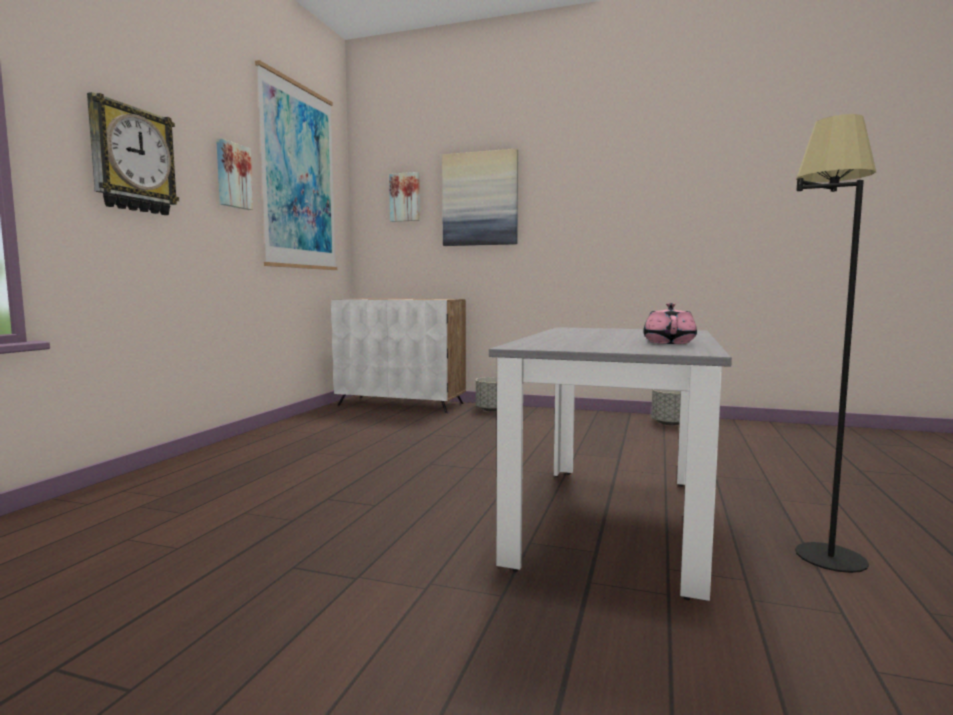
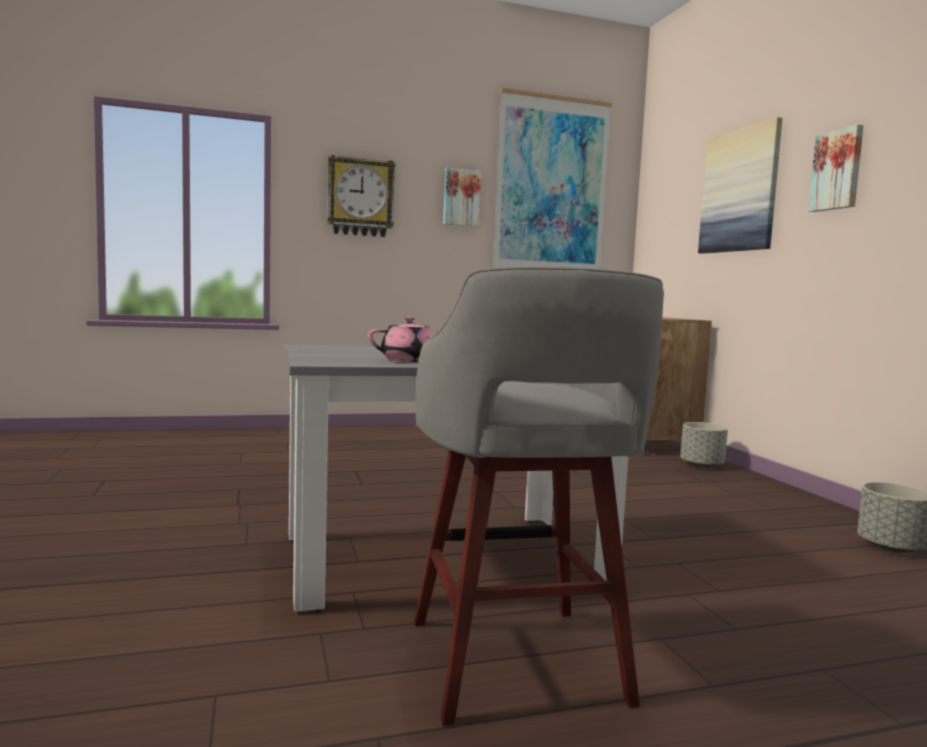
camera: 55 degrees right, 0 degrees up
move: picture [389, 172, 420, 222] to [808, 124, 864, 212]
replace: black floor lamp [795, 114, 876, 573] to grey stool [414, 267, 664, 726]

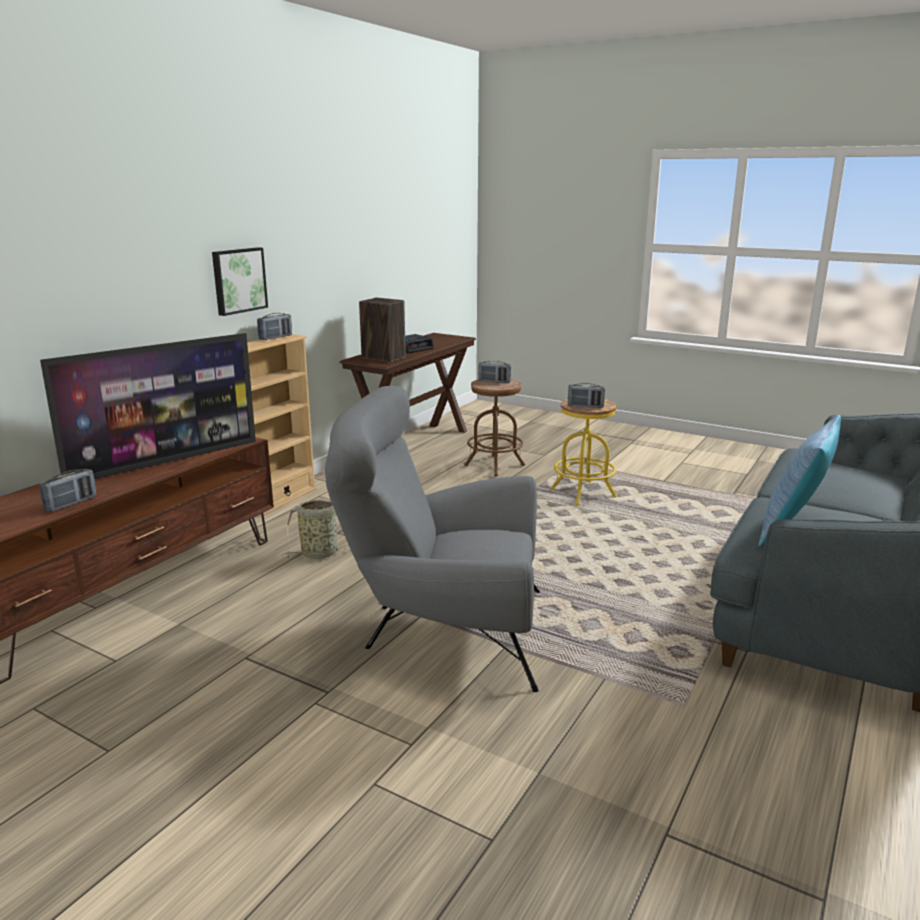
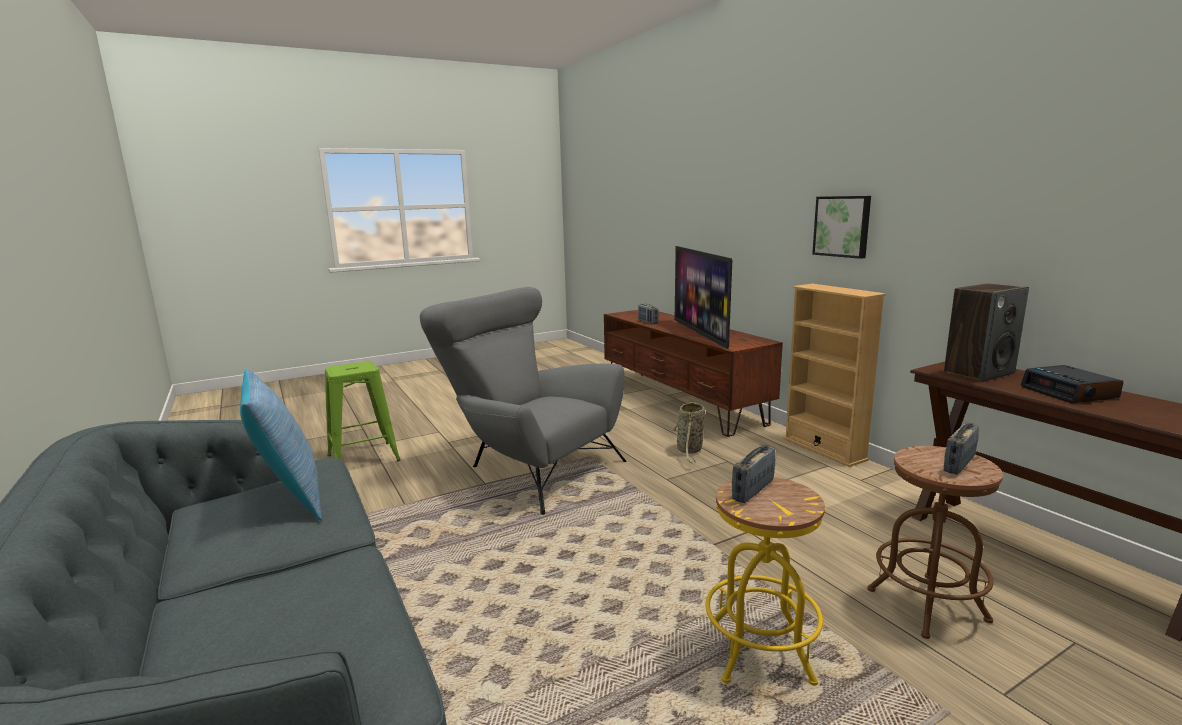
camera: 120 degrees right, 5 degrees down
delete: radio [257, 313, 292, 340]
insert: green stool [325, 361, 400, 462]
rotate: grey armchair [325, 386, 540, 692] = [420, 287, 627, 515] 90 degrees counterclockwise

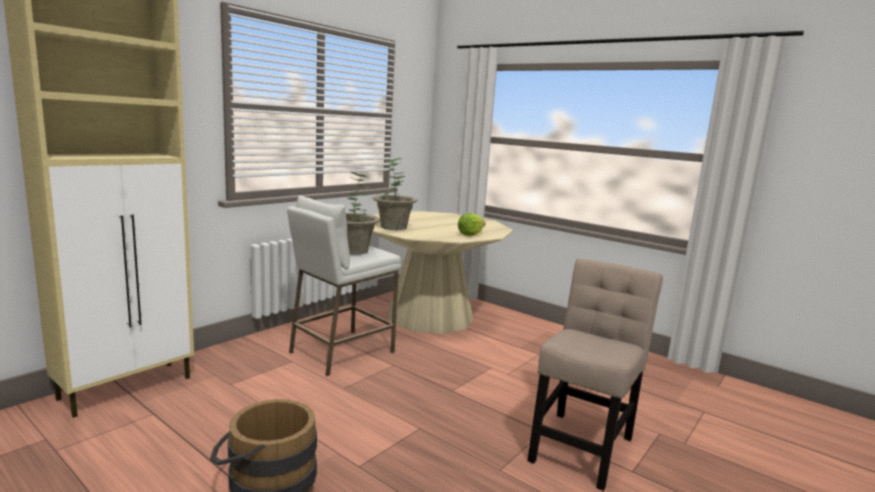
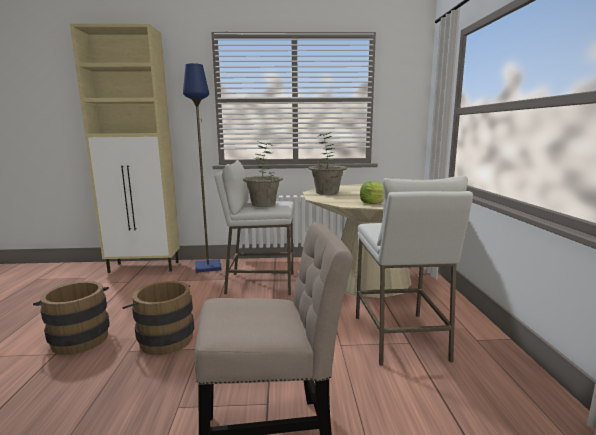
camera: 50 degrees right, 0 degrees up
insert: brown bucket [122, 281, 194, 355]; blue floor lamp [183, 63, 221, 273]; white stool [356, 176, 473, 366]

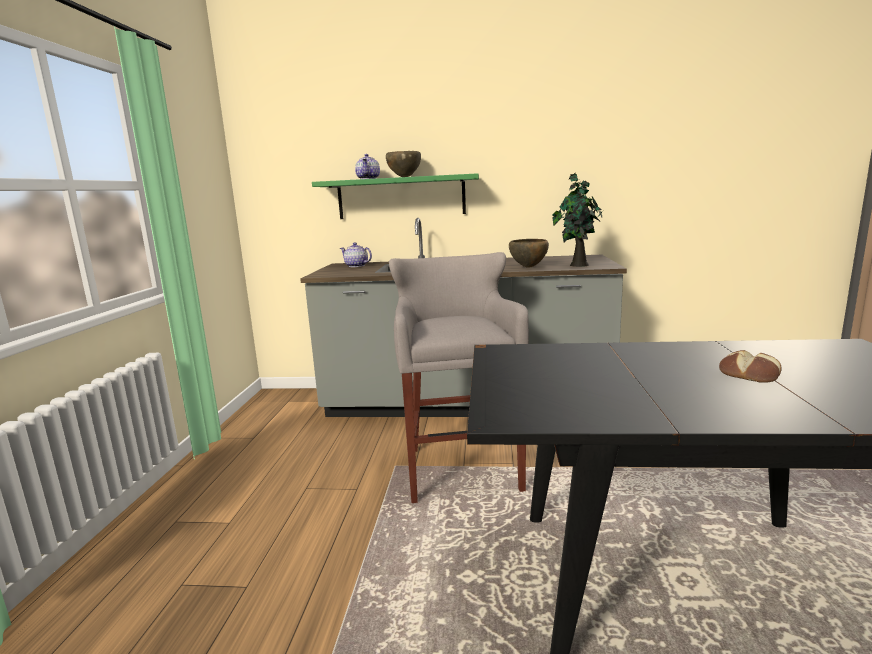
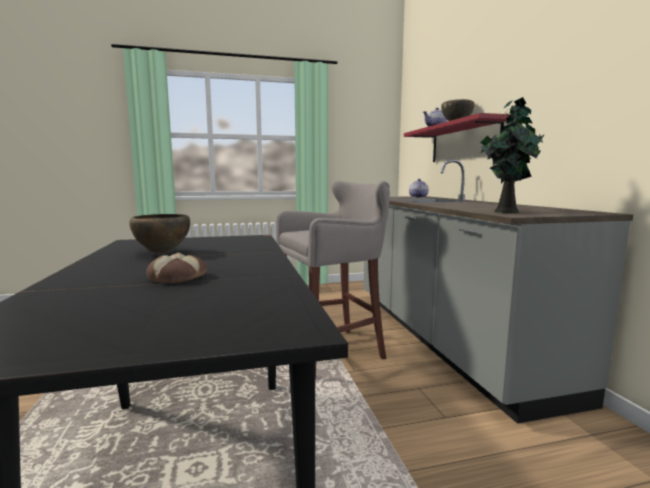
camera: 70 degrees right, 5 degrees down
move: brown bowl [509, 239, 549, 268] to [129, 214, 190, 254]
recolor: green shelf [312, 173, 479, 219] to red shelf [404, 113, 510, 162]

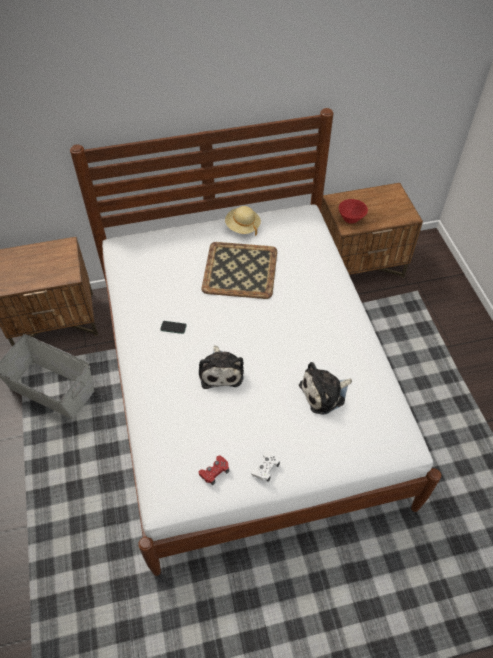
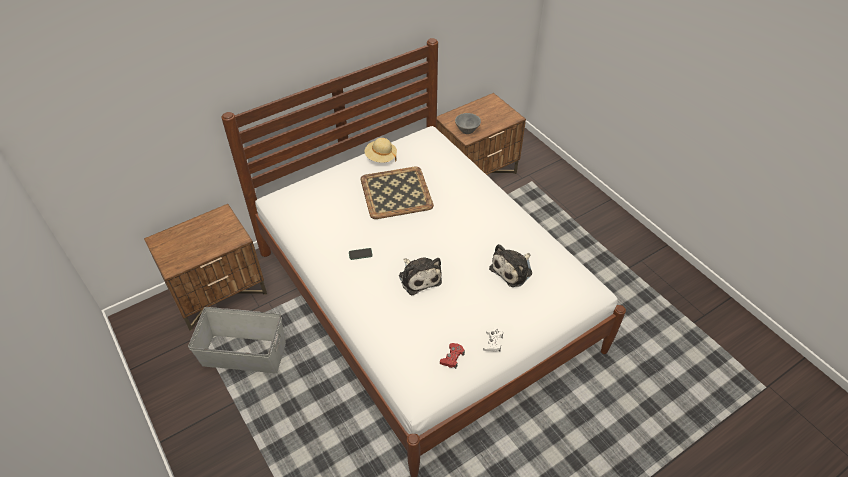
camera: 20 degrees left, 5 degrees down
recolor: red bowl [339, 199, 368, 224] to grey bowl [455, 113, 481, 134]

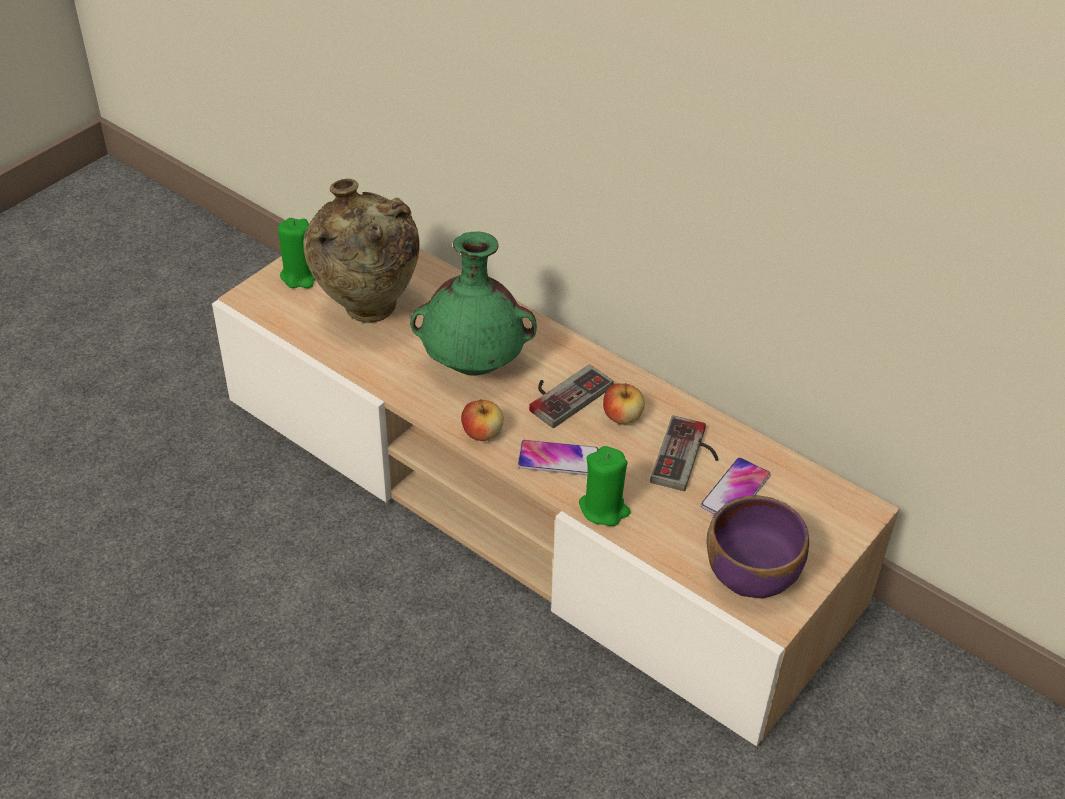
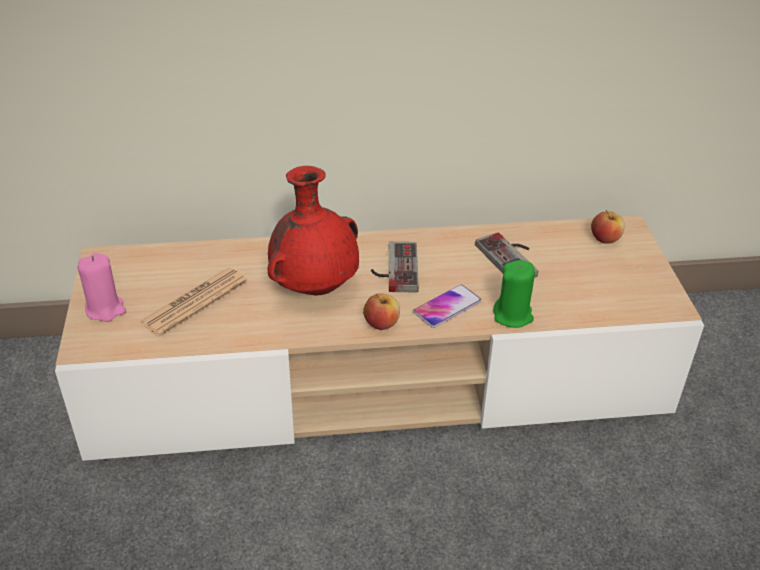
camera: 45 degrees left, 5 degrees down
delete: phone [701, 458, 770, 514]; purple bowl [706, 495, 809, 598]
move: apple [603, 383, 645, 425] to [591, 210, 625, 244]
replace: beige vase [303, 179, 420, 323] to newspaper [140, 268, 247, 336]
recolor: green candle [278, 218, 315, 288] to pink candle [78, 253, 126, 322]; green vase [410, 232, 537, 376] to red vase [267, 166, 359, 295]

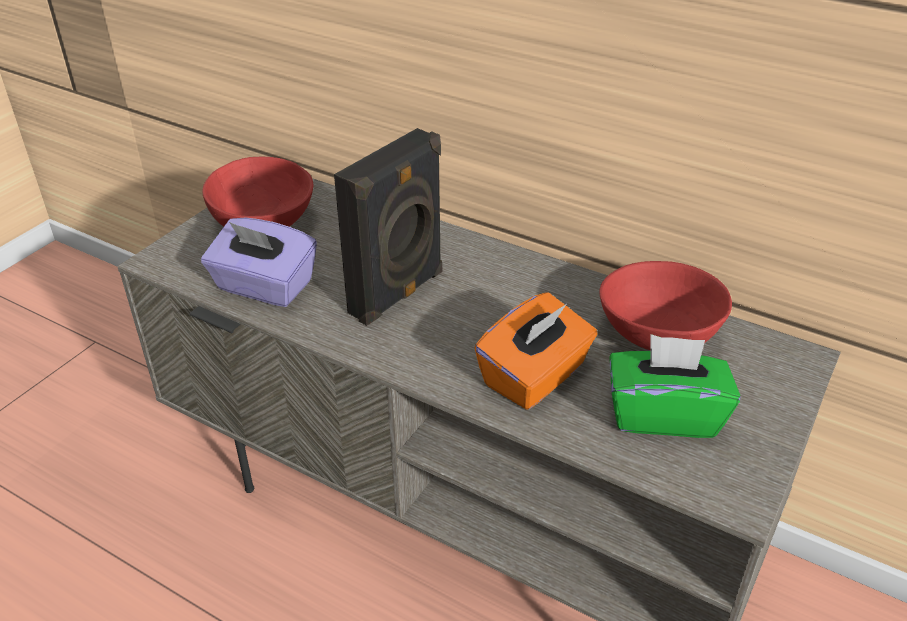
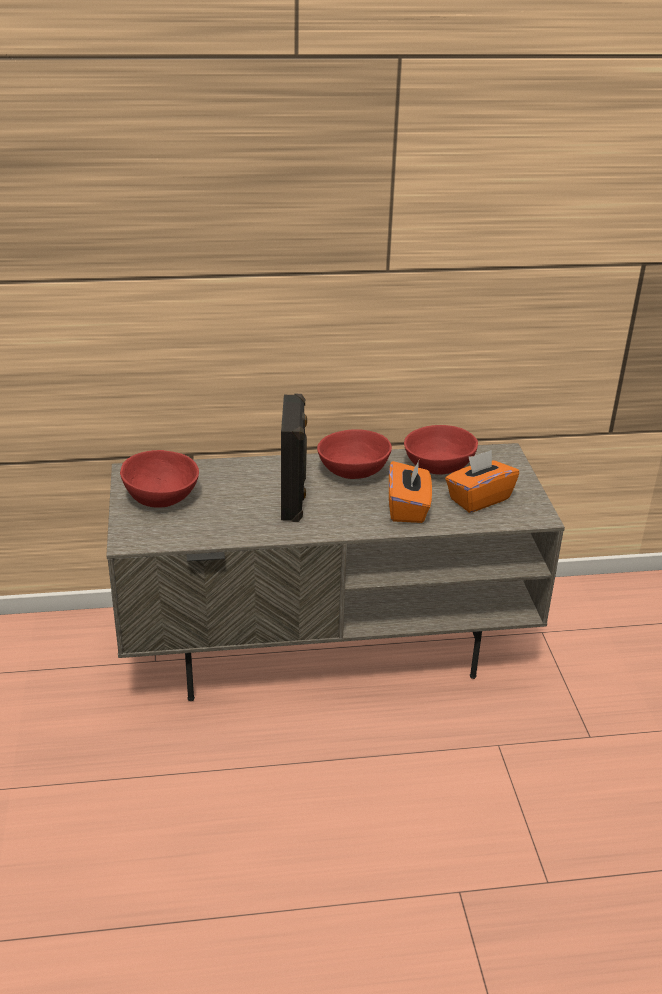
camera: 40 degrees left, 5 degrees down
delete: purple tissue box [201, 217, 317, 307]
insert: red bowl [317, 429, 392, 479]
recolor: green tissue box [609, 334, 741, 438] to orange tissue box [445, 450, 519, 513]

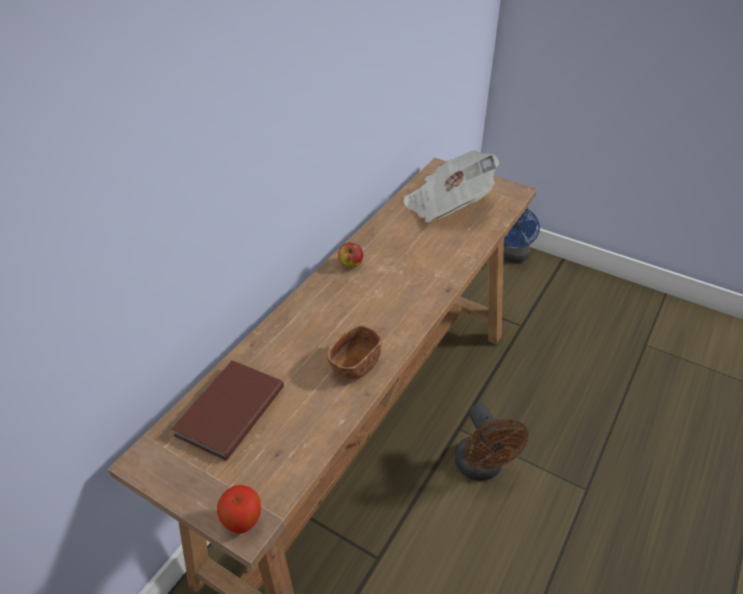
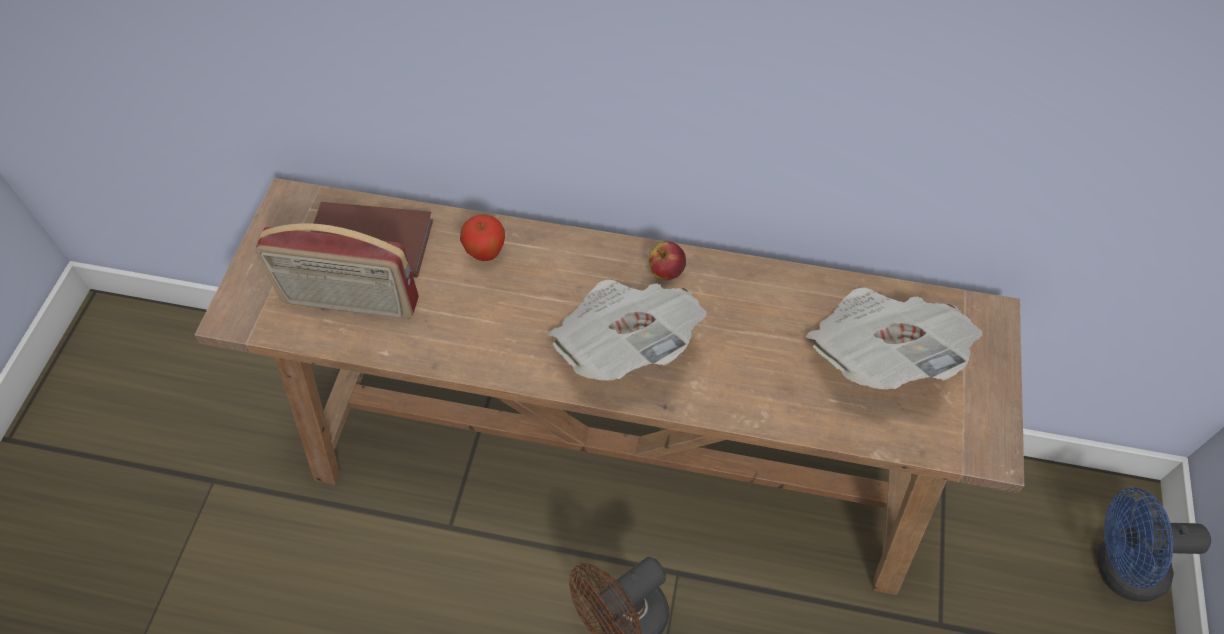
camera: 70 degrees right, 15 degrees up
delete: brown bowl [327, 325, 382, 379]
insert: radio [255, 223, 419, 319]; newspaper [548, 279, 707, 381]
move: apple [217, 485, 261, 534] to [460, 215, 505, 261]

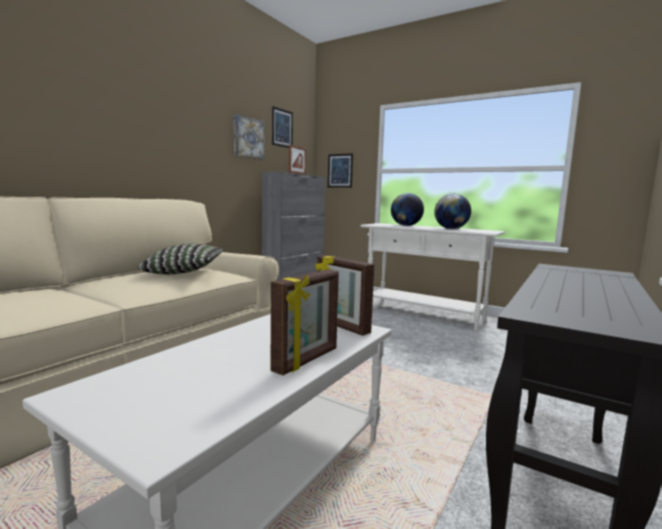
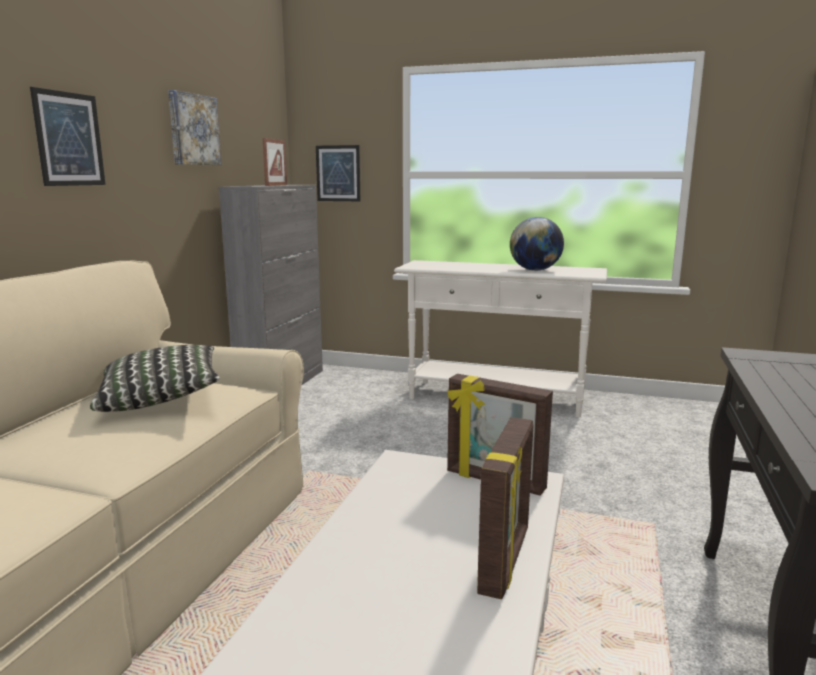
camera: 15 degrees left, 5 degrees up
delete: globe [391, 193, 424, 226]
move: picture [272, 106, 293, 148] to [30, 87, 106, 186]

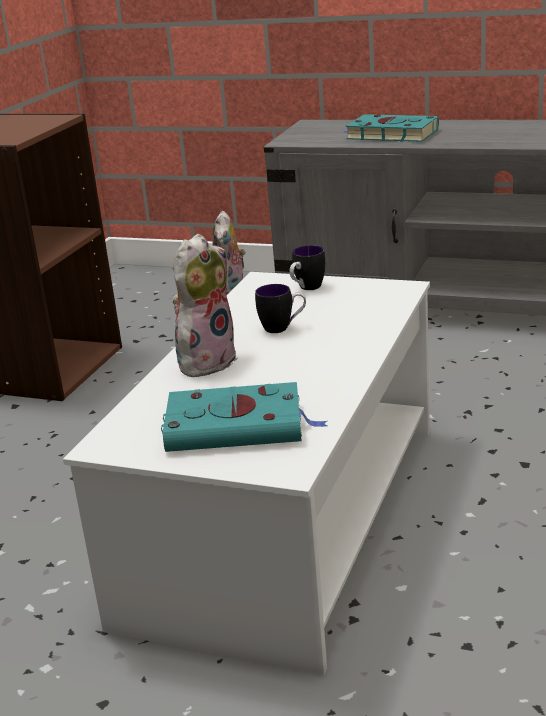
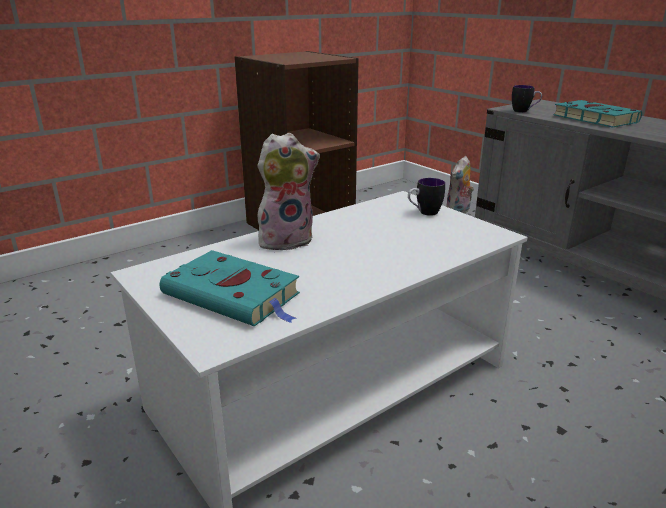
camera: 30 degrees right, 0 degrees up
move: mug [255, 284, 306, 333] to [512, 85, 542, 113]

